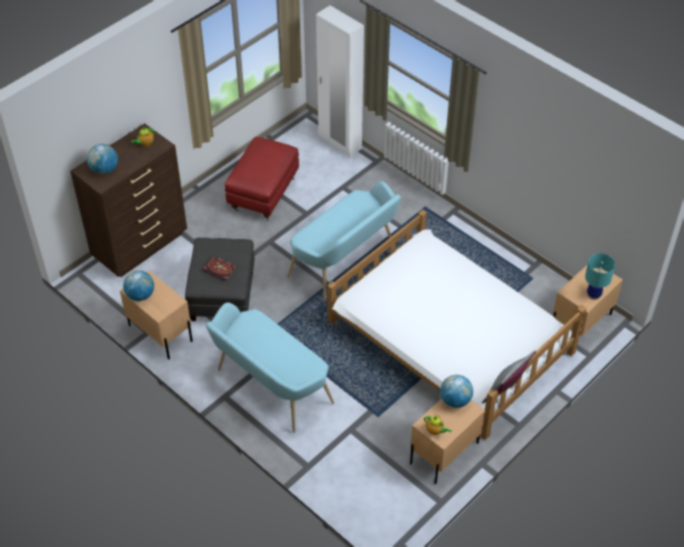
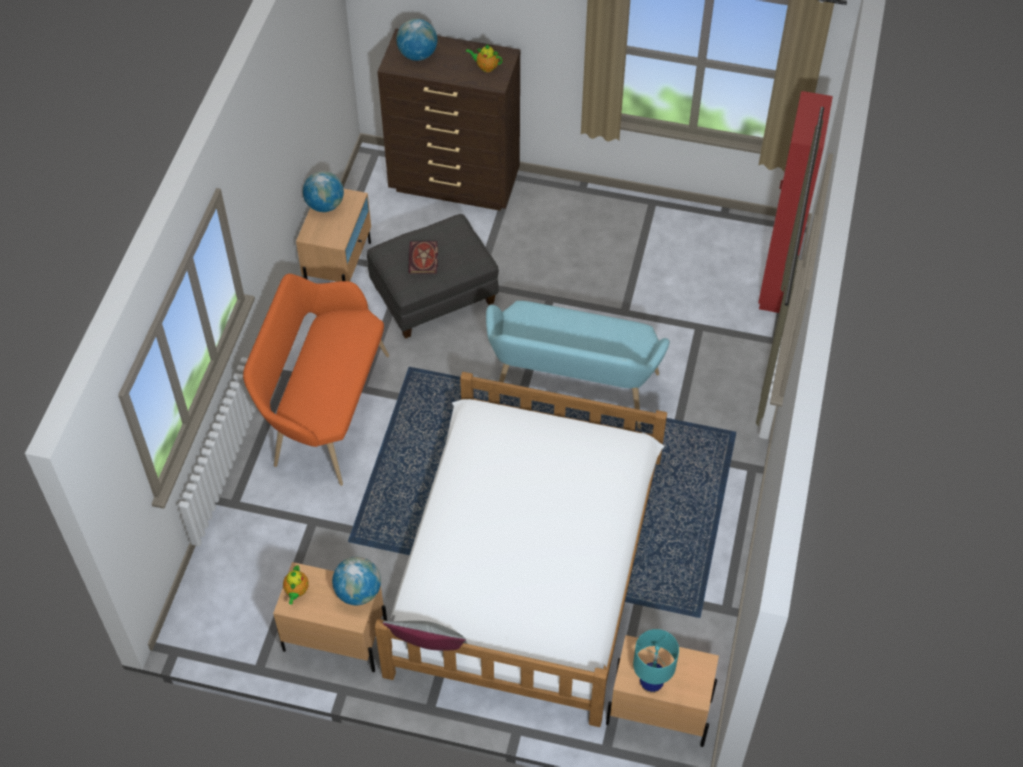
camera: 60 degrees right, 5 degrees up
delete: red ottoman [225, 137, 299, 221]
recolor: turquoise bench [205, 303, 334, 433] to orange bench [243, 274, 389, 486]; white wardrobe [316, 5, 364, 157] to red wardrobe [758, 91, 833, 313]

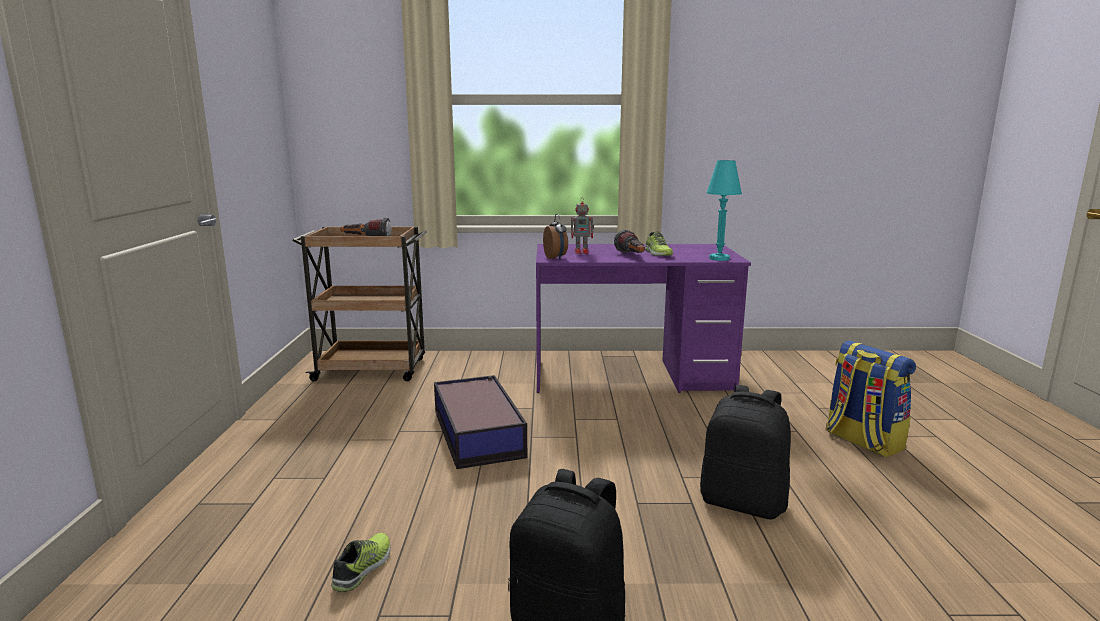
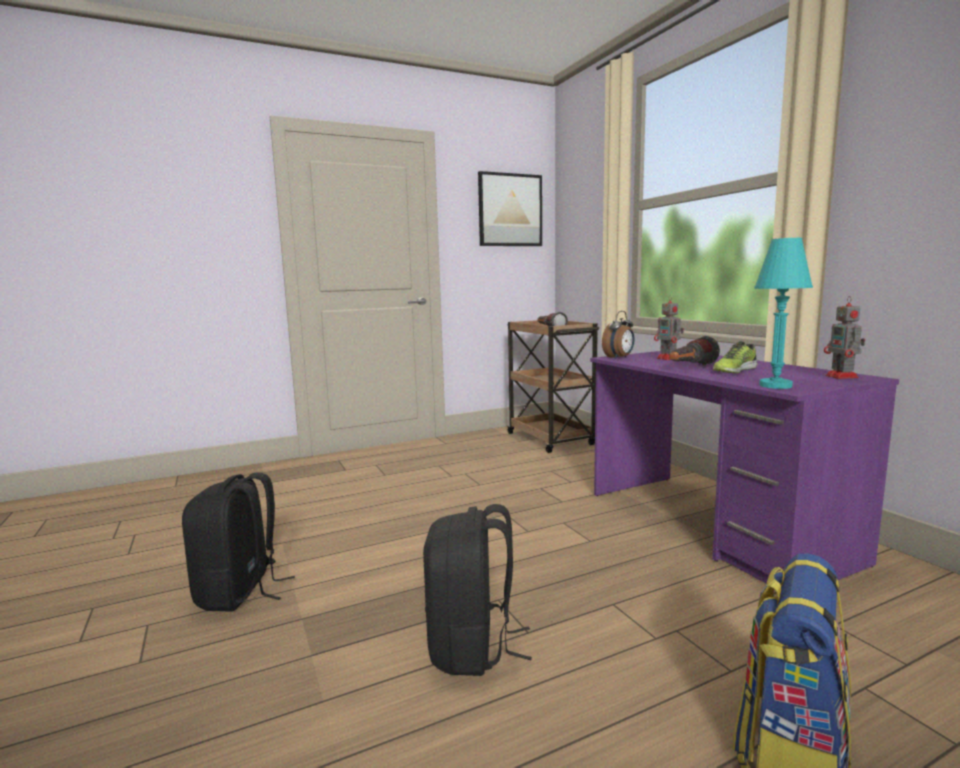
camera: 65 degrees right, 5 degrees down
delete: shoe [331, 533, 391, 592]; storage box [434, 375, 527, 469]
insert: picture [478, 171, 542, 246]; toy robot [824, 296, 865, 379]

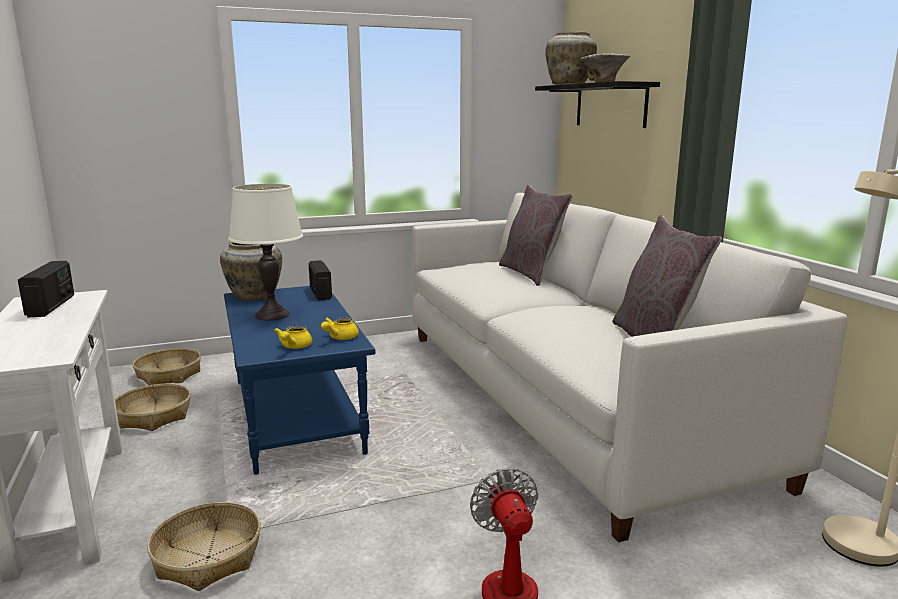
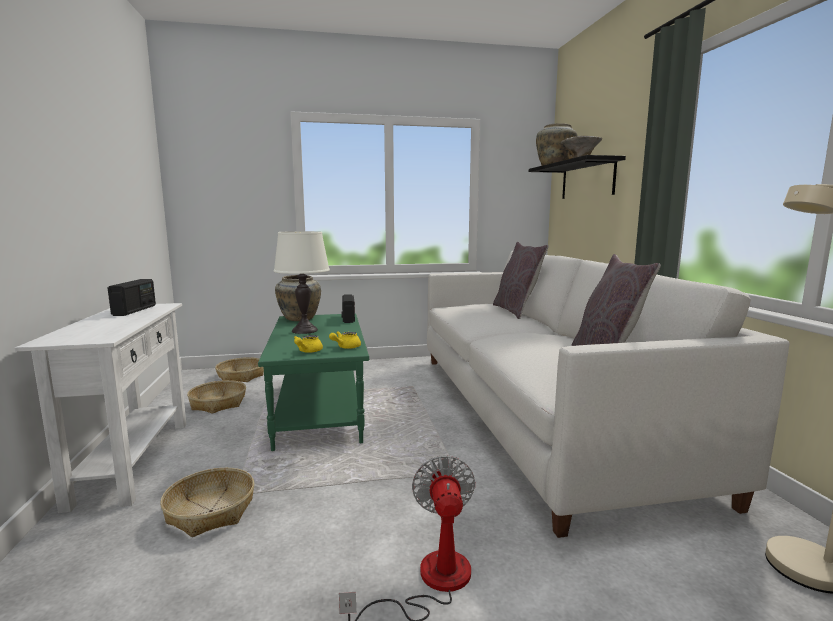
camera: 10 degrees right, 5 degrees down
recolor: blue coffee table [224, 286, 375, 475] to green coffee table [258, 313, 369, 451]

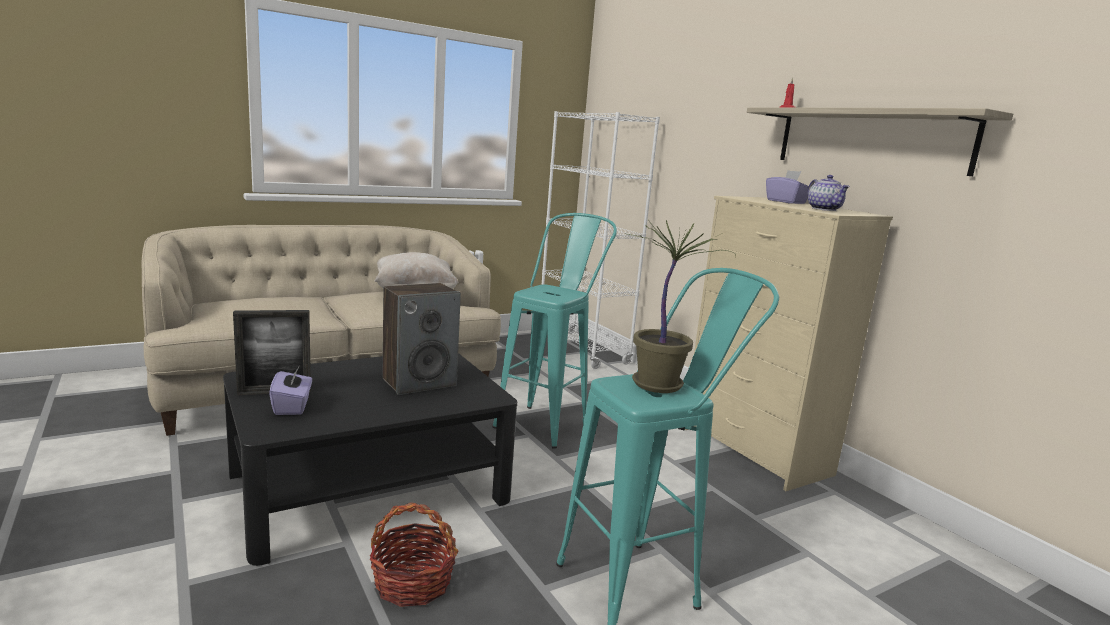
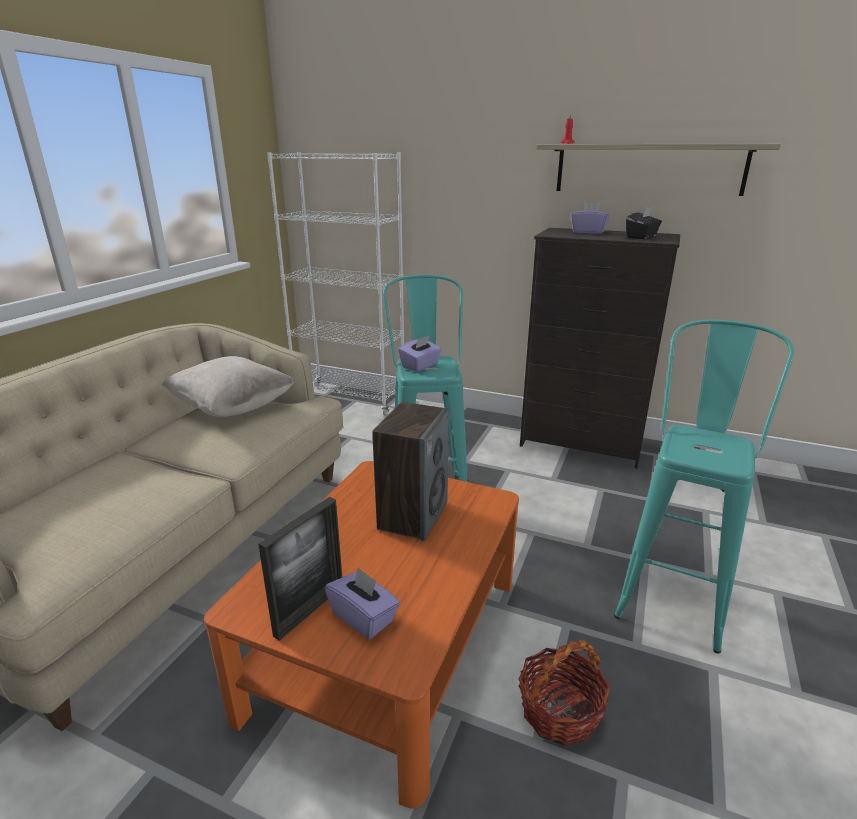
camera: 35 degrees left, 10 degrees up
delete: potted plant [624, 220, 736, 393]
insert: purple tissue box [398, 335, 442, 372]
replace: teapot [808, 175, 850, 211] to black tissue box [626, 206, 662, 239]
recolor: black coffee table [223, 353, 517, 566] to orange coffee table [204, 461, 519, 809]; beige dresser [685, 196, 893, 491] to black dresser [520, 228, 680, 469]

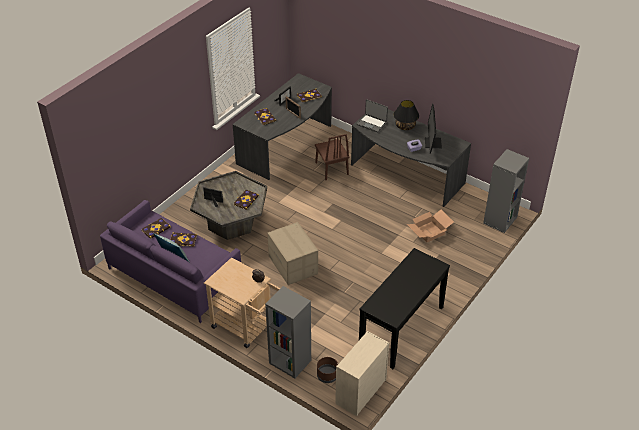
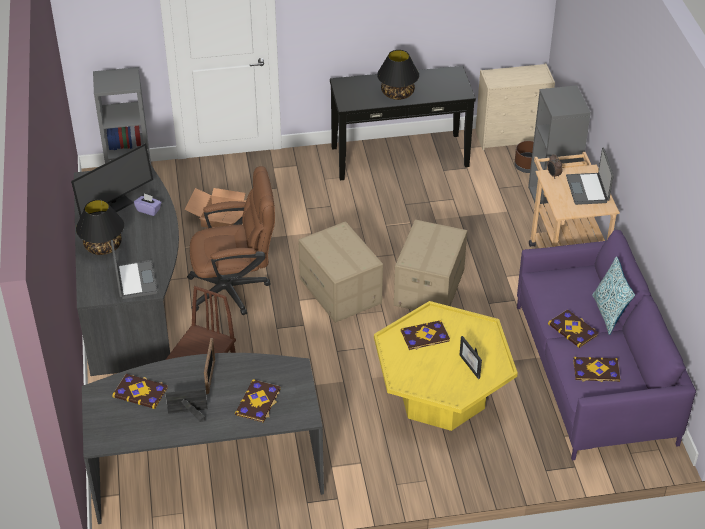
camera: 135 degrees left, 0 degrees up
insert: brown office chair [187, 166, 275, 315]; cardboard box [298, 221, 383, 323]; black table lamp [377, 50, 419, 100]; laptop [566, 147, 614, 205]
recolor: grey coffee table [190, 171, 267, 240] to yellow coffee table [374, 301, 518, 431]

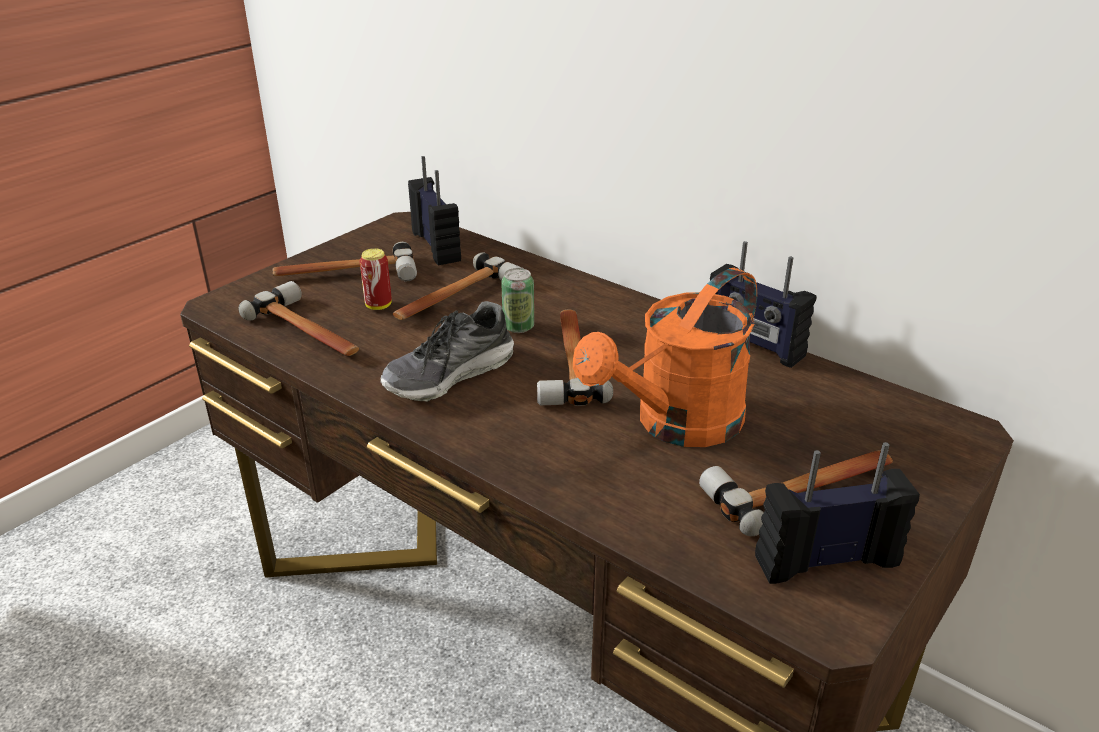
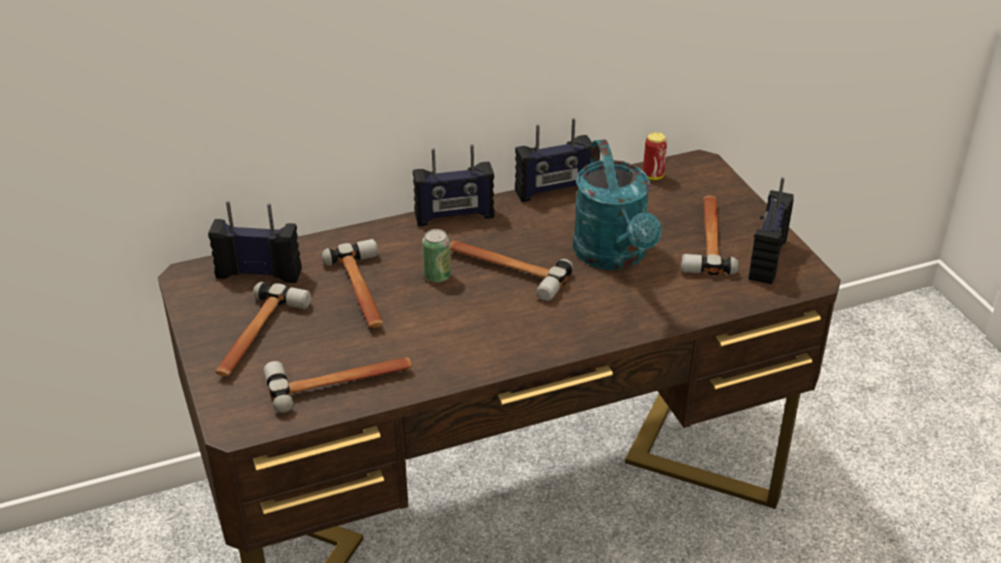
camera: 60 degrees left, 5 degrees up
delete: shoe [381, 301, 514, 402]
insert: radio [413, 144, 494, 226]
move: can [360, 248, 392, 310] to [643, 132, 667, 180]
recolor: orange watering can [573, 268, 757, 447] to turquoise watering can [573, 139, 662, 270]

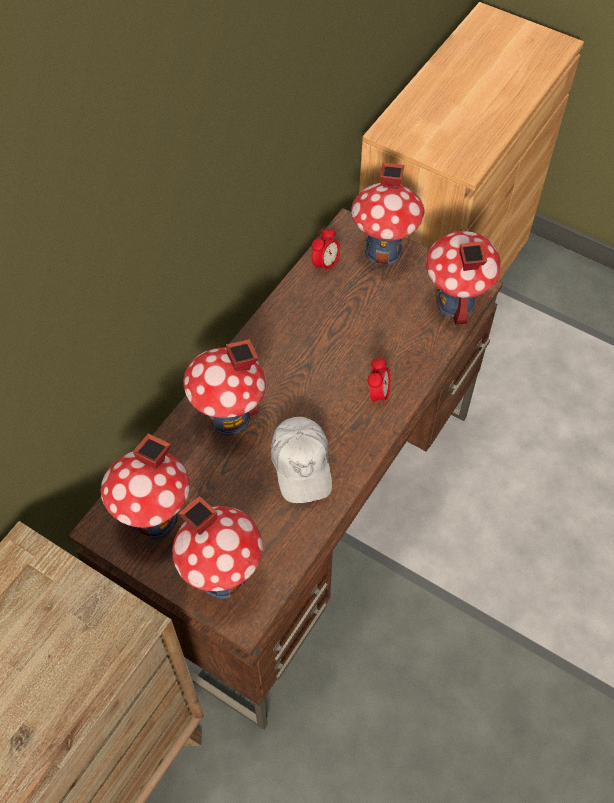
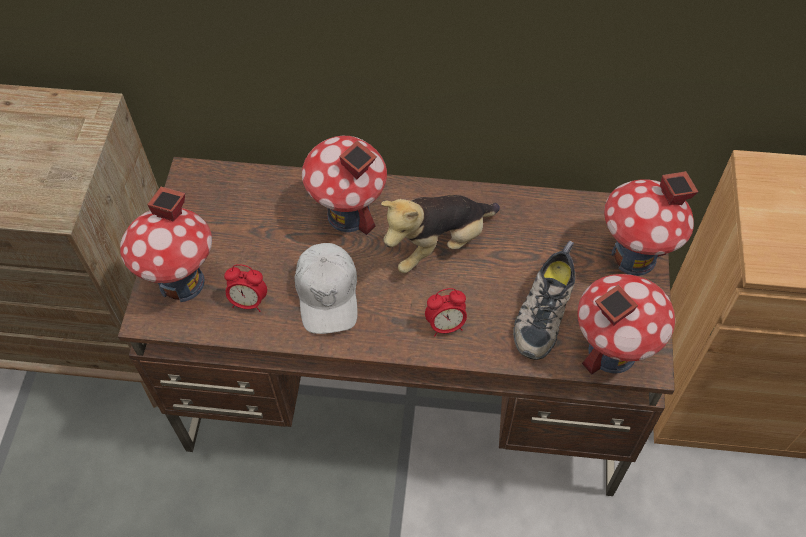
camera: 65 degrees right, 0 degrees up
delete: toy house [101, 434, 190, 539]
insert: plush toy [381, 195, 500, 273]; shoe [513, 241, 575, 360]
move: alarm clock [312, 227, 340, 275] to [224, 264, 267, 312]
rotate: white cap [271, 417, 332, 503] = [295, 243, 358, 334] 60 degrees counterclockwise

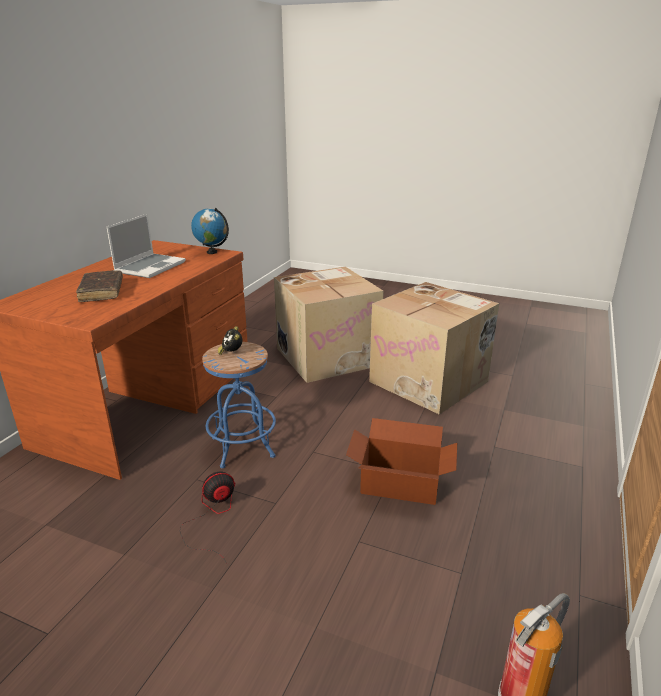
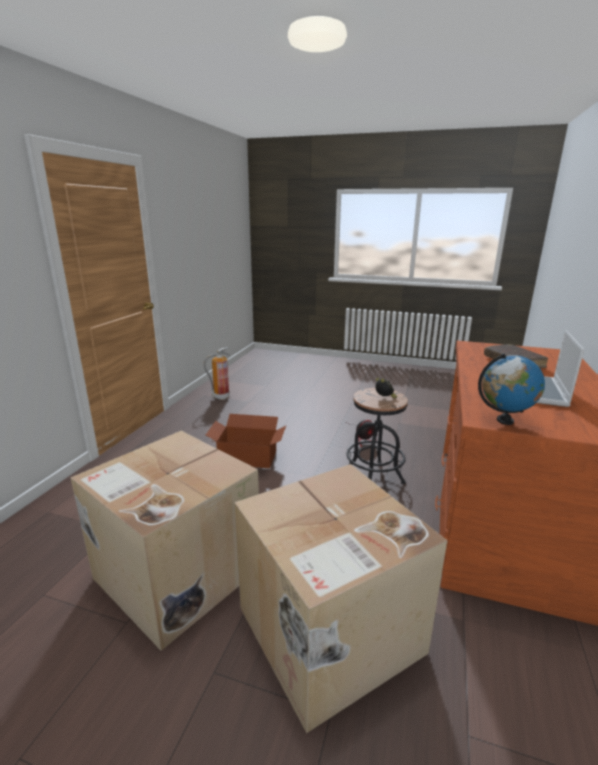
camera: 175 degrees right, 5 degrees down
recolor: blue stool [202, 342, 276, 468] to black stool [347, 388, 408, 484]

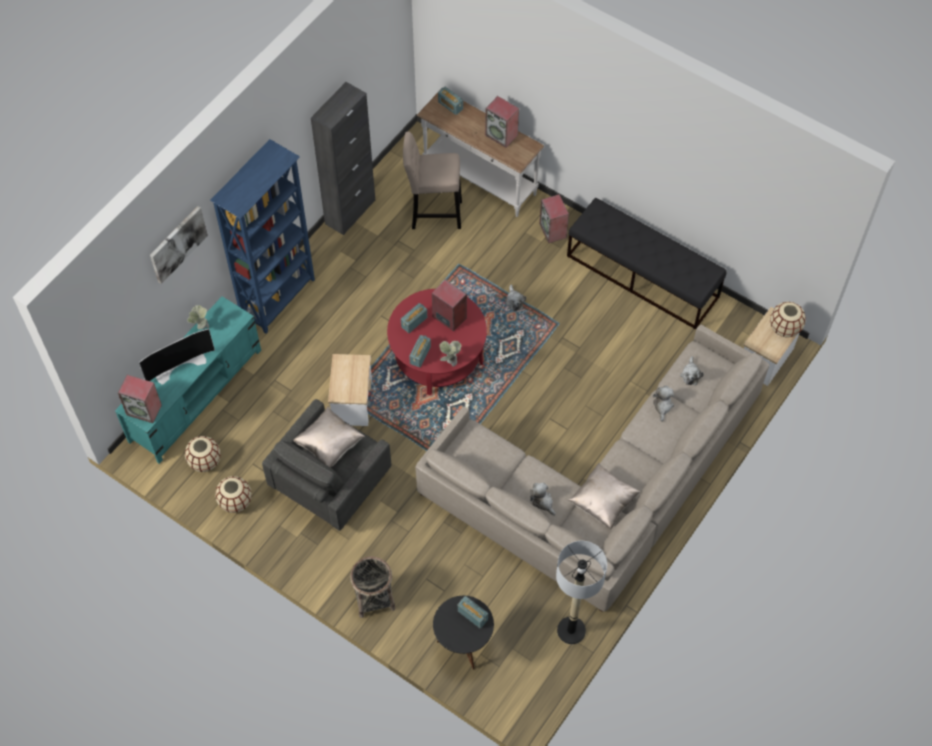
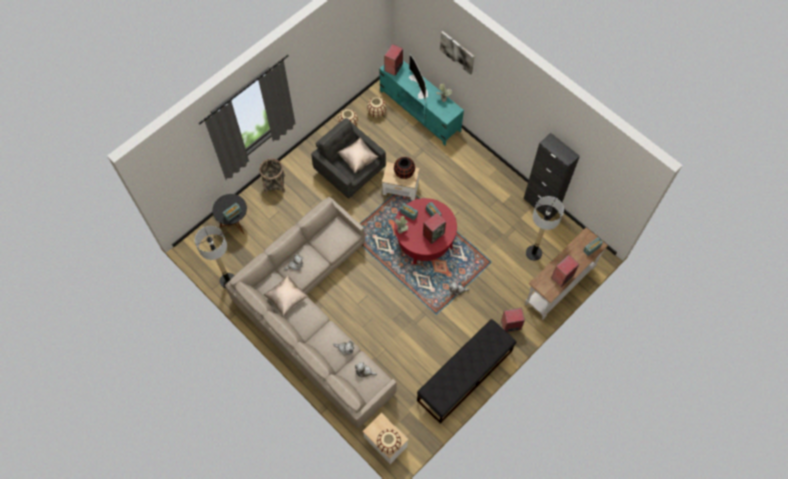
camera: 100 degrees right, 5 degrees up
delete: blue bookcase [210, 139, 315, 334]
insert: black vase [394, 157, 415, 179]
replace: beige stool [403, 131, 462, 229] to floor lamp [526, 196, 564, 261]

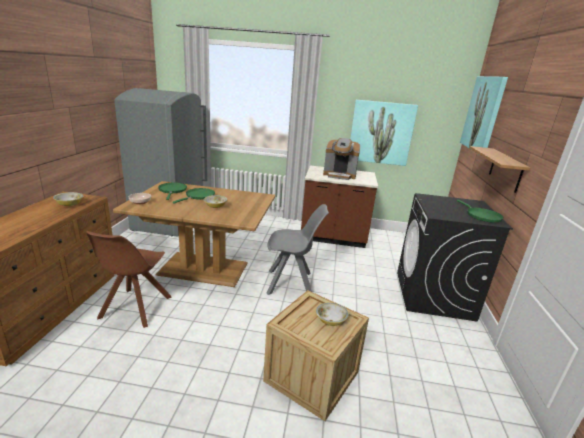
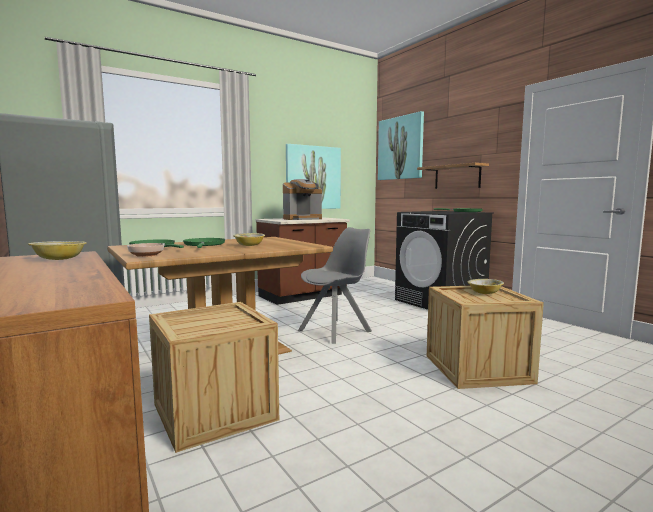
camera: 40 degrees left, 15 degrees down
replace: brown chair [86, 231, 172, 328] to crate [149, 302, 279, 453]

